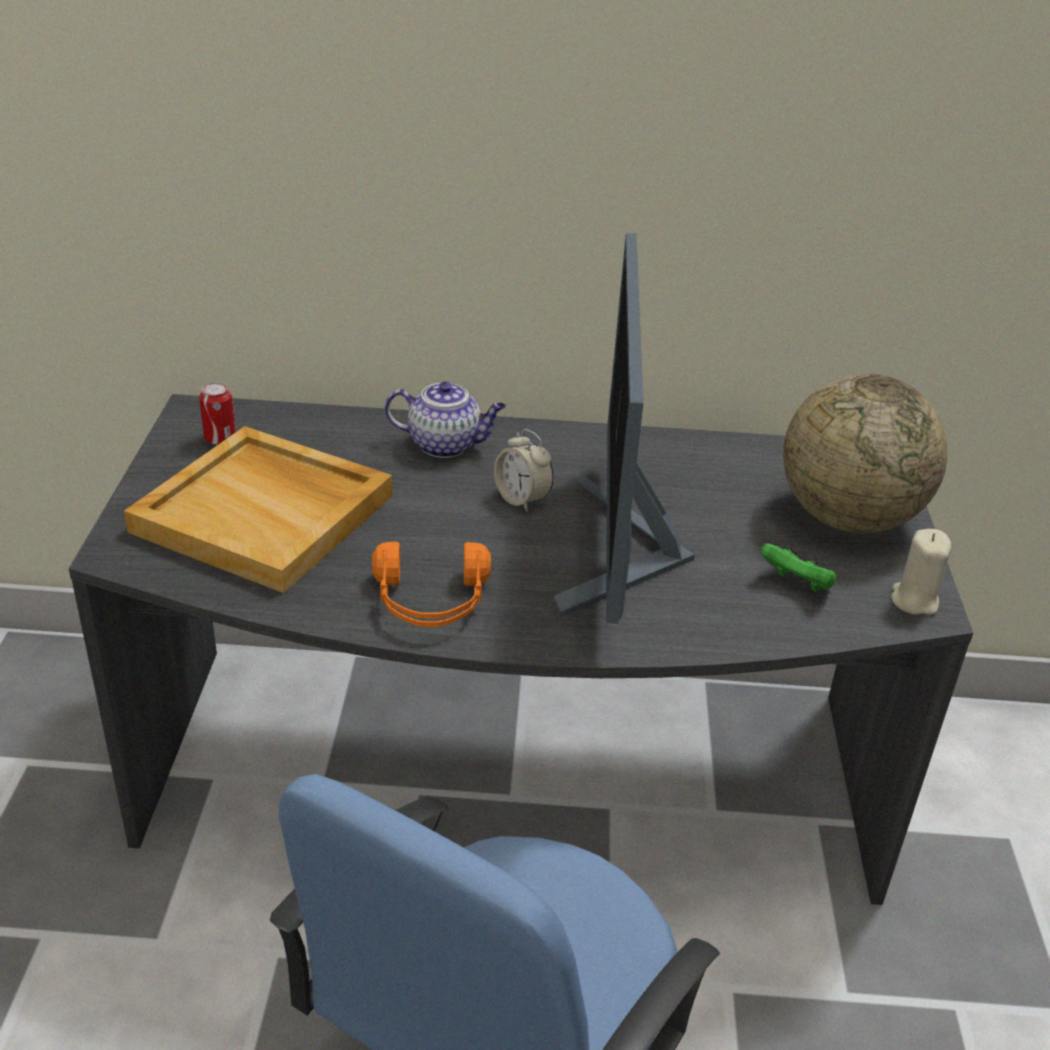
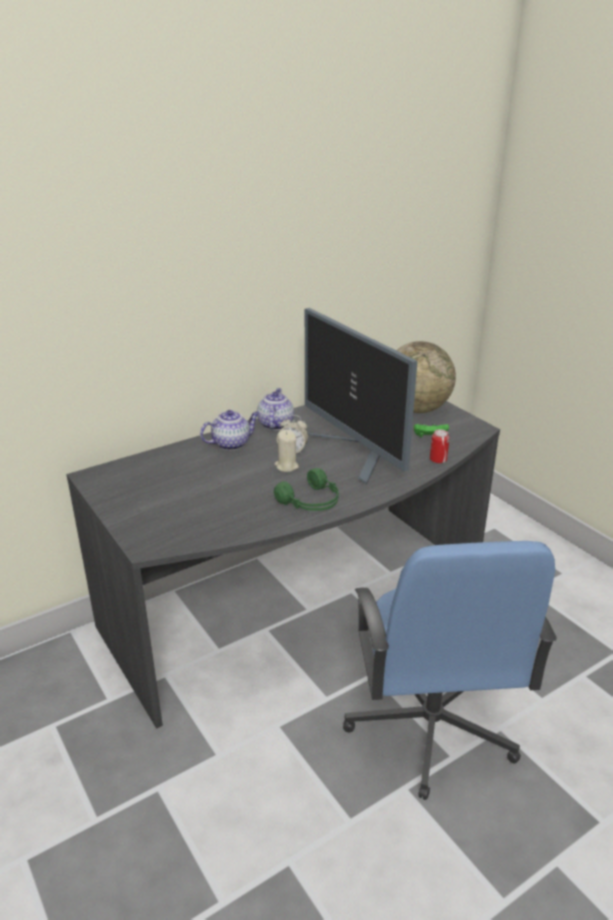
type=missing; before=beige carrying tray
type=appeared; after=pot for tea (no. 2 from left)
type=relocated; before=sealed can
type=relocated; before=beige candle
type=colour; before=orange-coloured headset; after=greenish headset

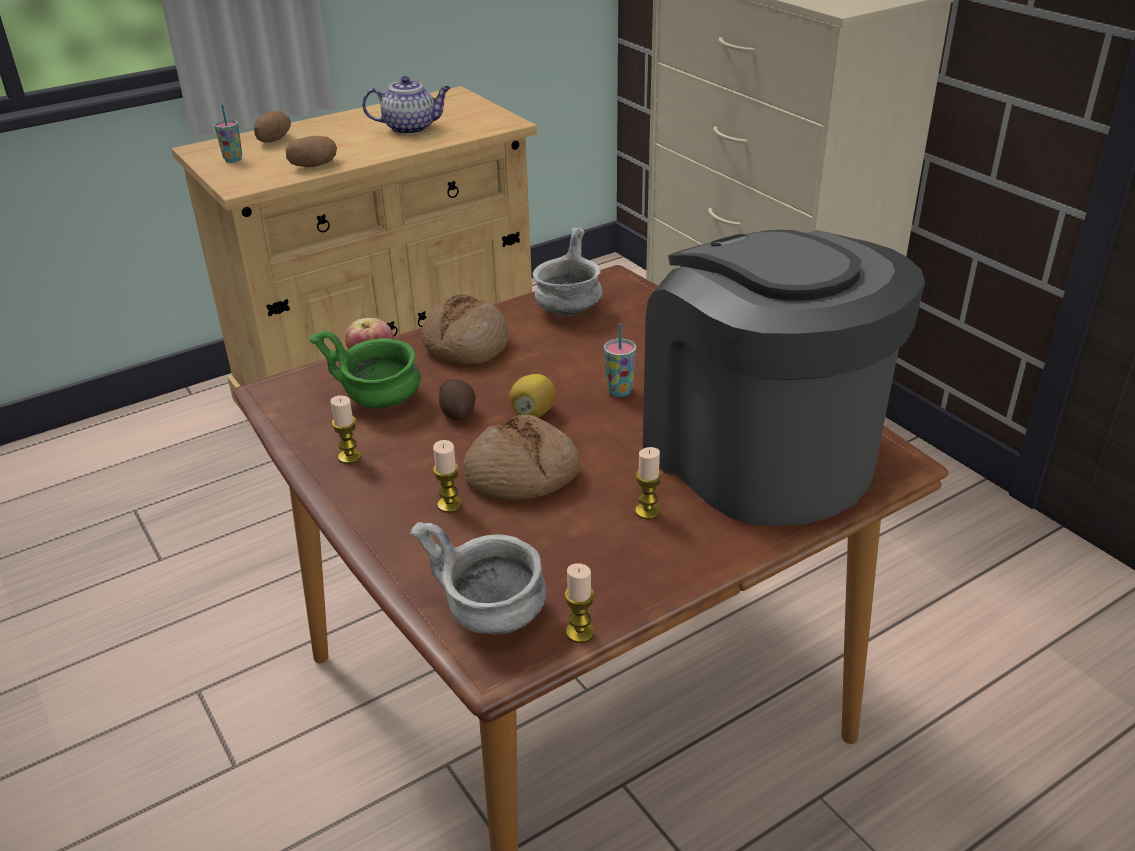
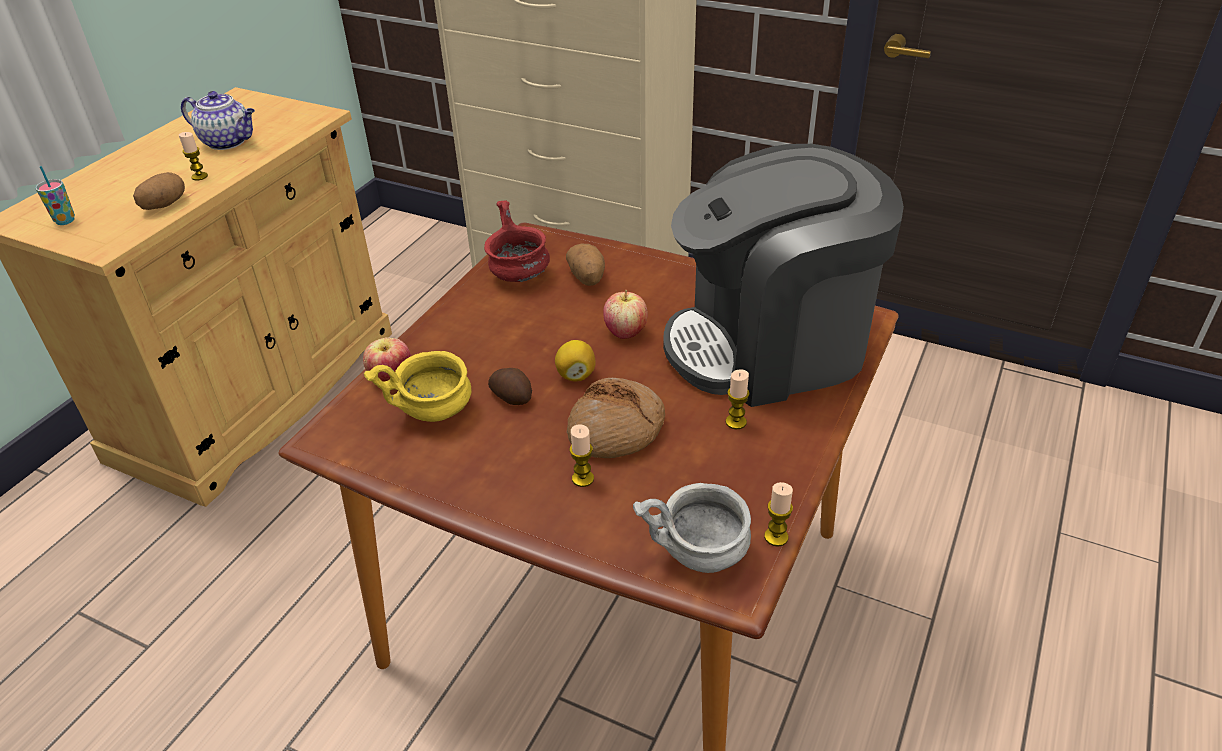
type=missing; before=bread (no. 1 from left)
type=relocated; before=whole potato (no. 1 from left in the first image); after=whole potato (no. 3 from left)
type=relocated; before=candle (no. 1 from left)
type=exchanged; before=cup (no. 2 from left); after=apple fruit (no. 2 from left)
type=colour; before=greenish serving bowl; after=yellowish serving bowl
type=colour; before=gray serving bowl (no. 2 from left); after=red serving bowl
type=spun; before=pot for tea; turn=60
type=spun; before=coffee brewer; turn=-45

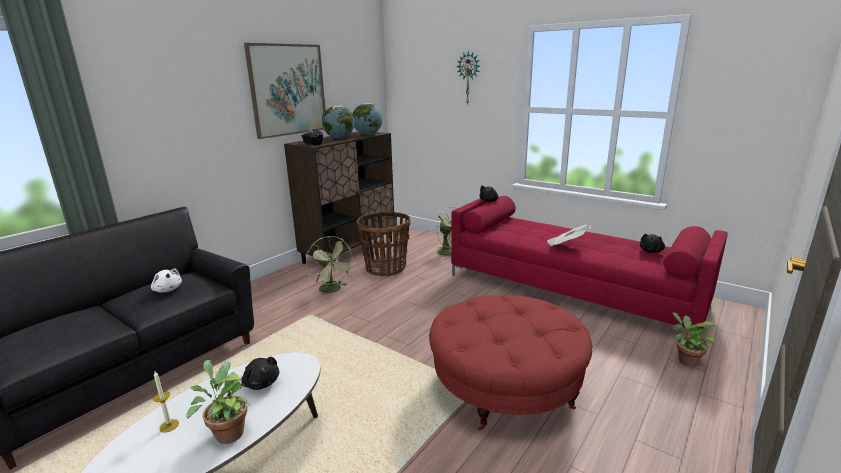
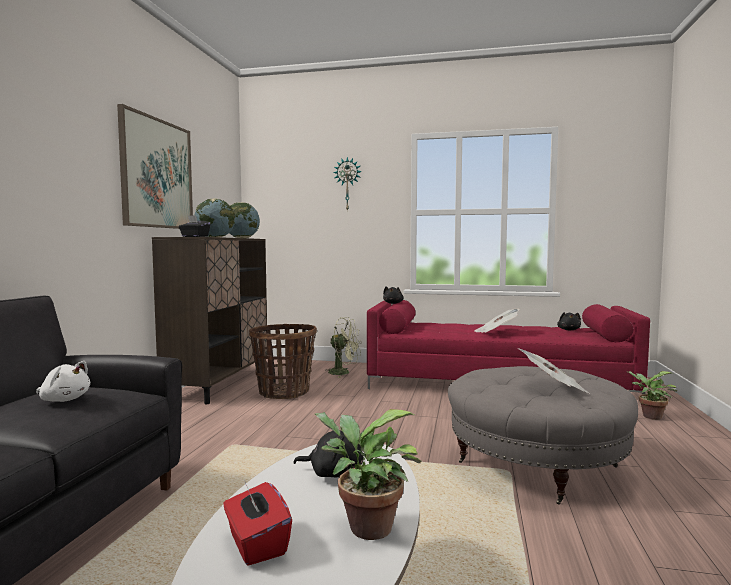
type=missing; before=greenish fan (no. 1 from left)
type=appeared; after=newspaper (no. 2 from left)
type=exchanged; before=candle; after=red tissue box
type=colour; before=red footrest; after=gray footrest

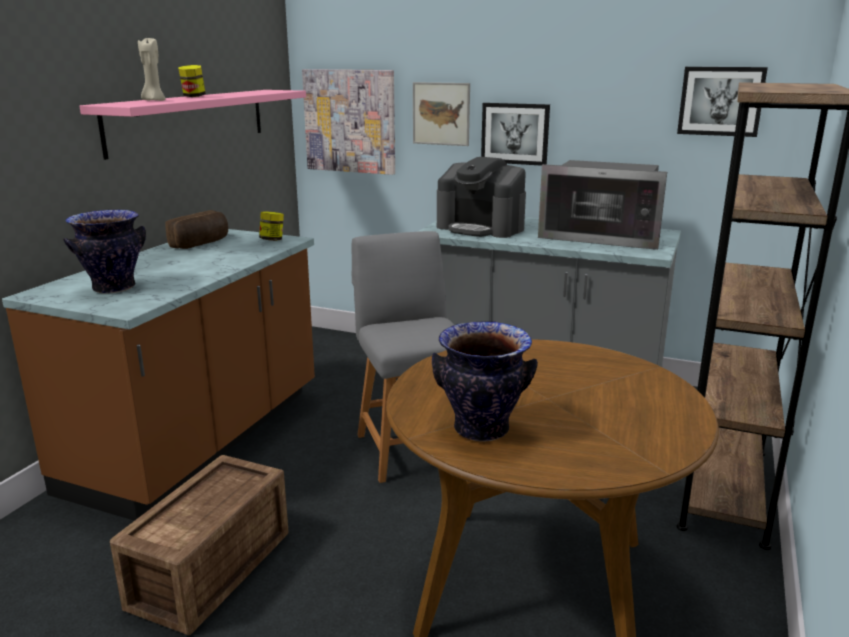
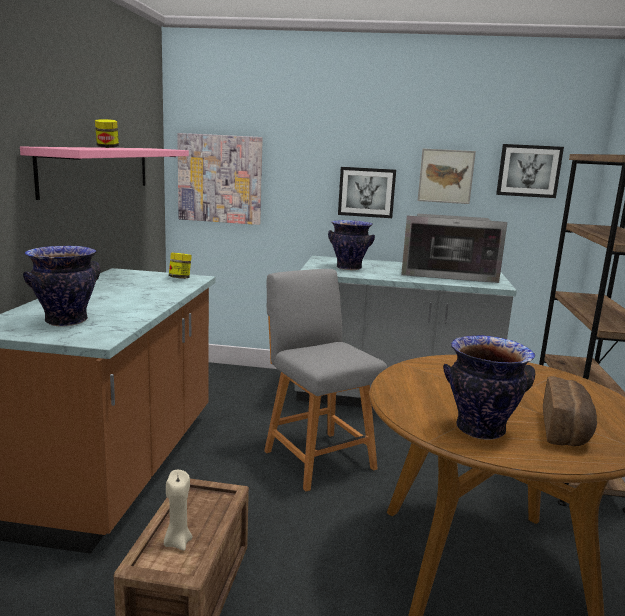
type=relocated; before=beige candle
type=relocated; before=bread
type=relocated; before=wall picture (no. 2 from left in the first image); after=wall picture (no. 3 from left)
type=exchanged; before=coffee brewer; after=flower vase (no. 2 from left)

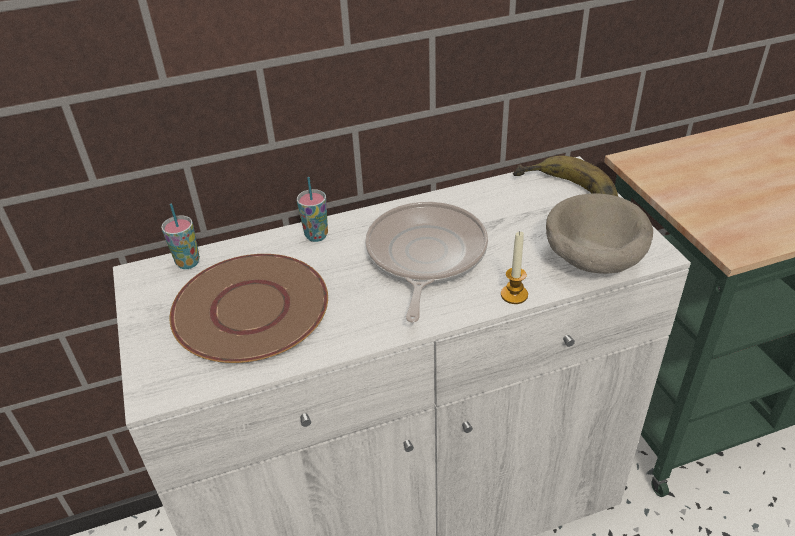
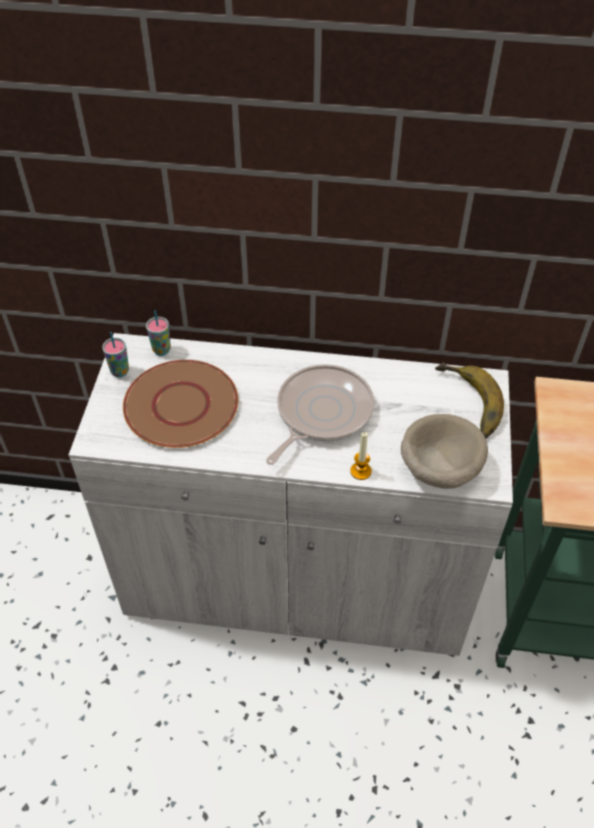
type=relocated; before=cup (no. 2 from left in the first image); after=cup (no. 1 from left)

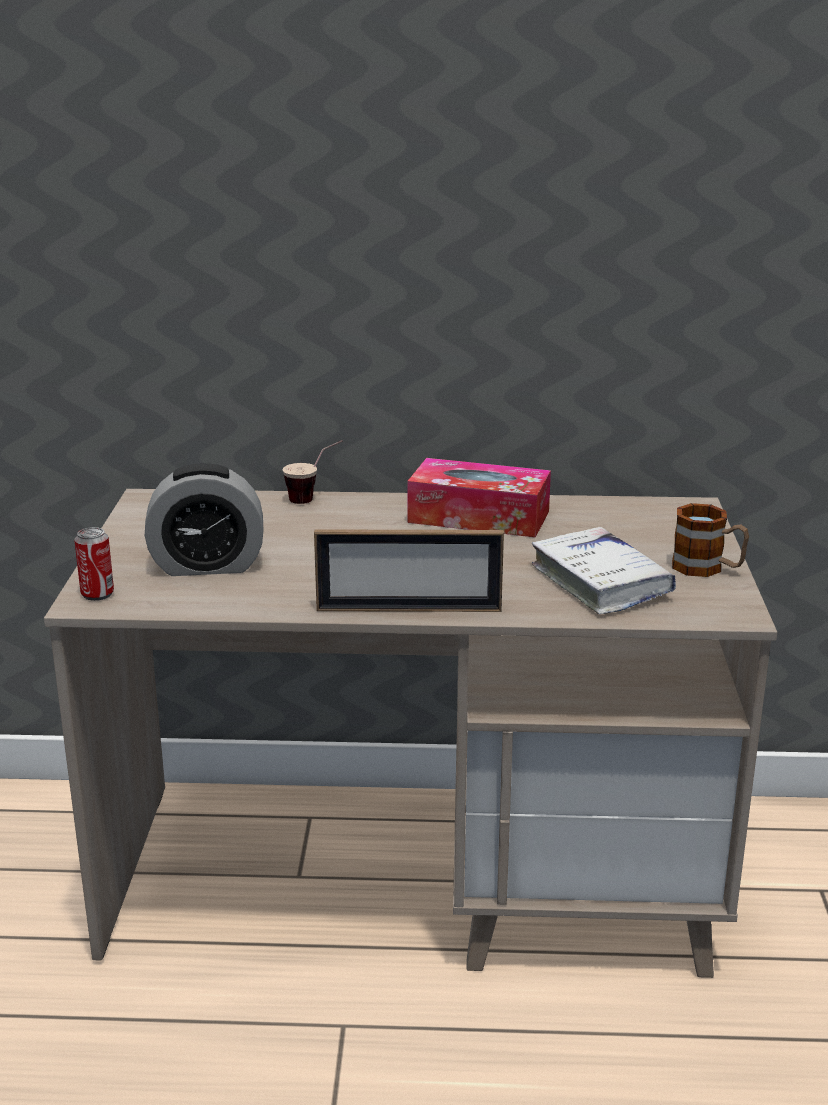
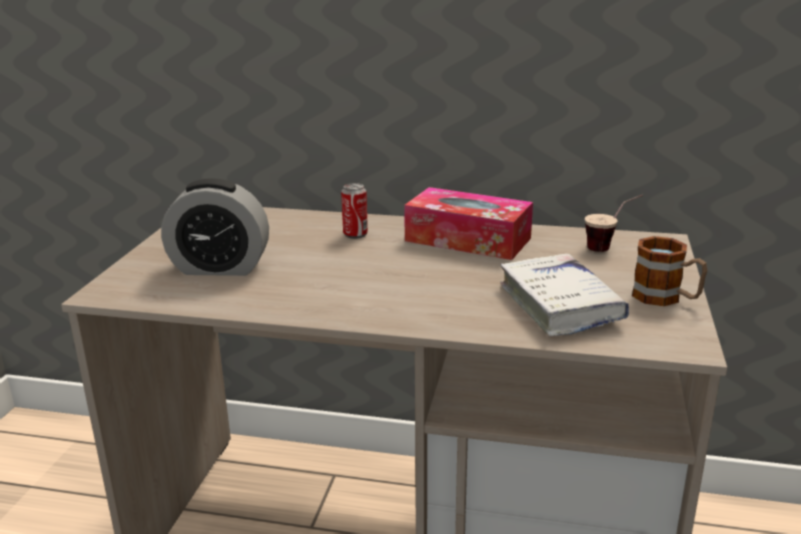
type=missing; before=picture frame
type=relocated; before=sealed can
type=relocated; before=cup

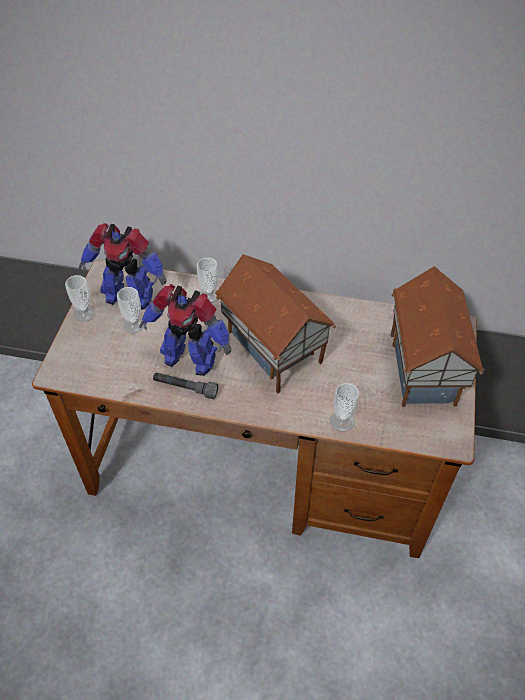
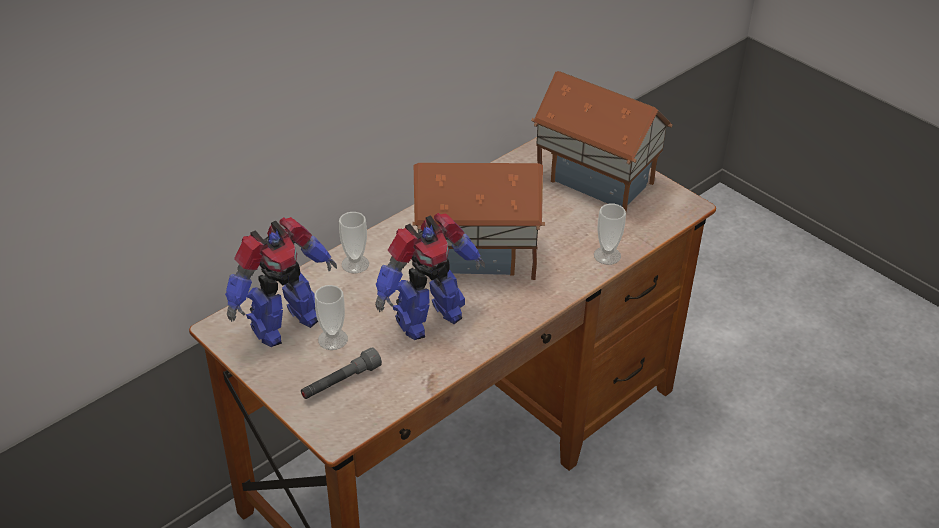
type=missing; before=cup (no. 1 from left)
type=relocated; before=gray flashlight

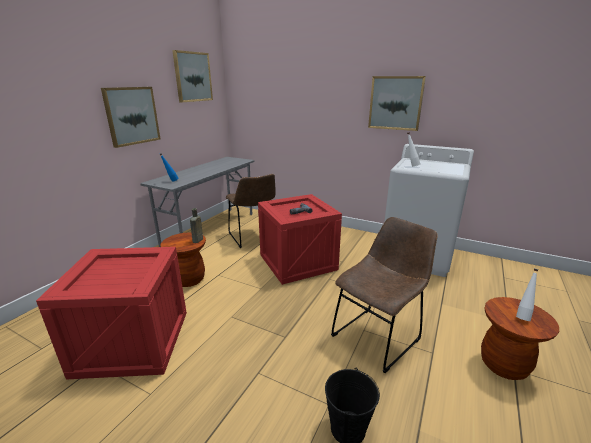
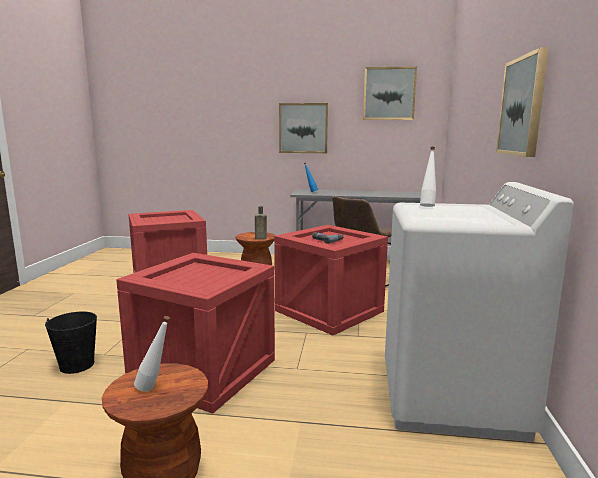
type=exchanged; before=brown-coloured plain chair (no. 2 from left); after=shipping crate (no. 2 from left)

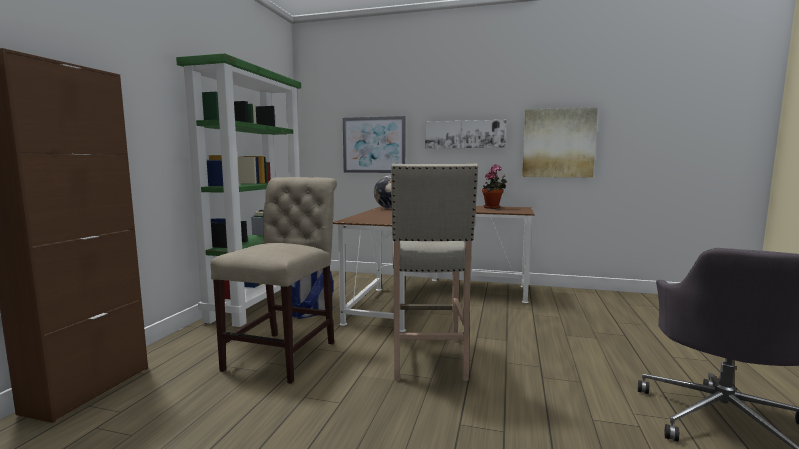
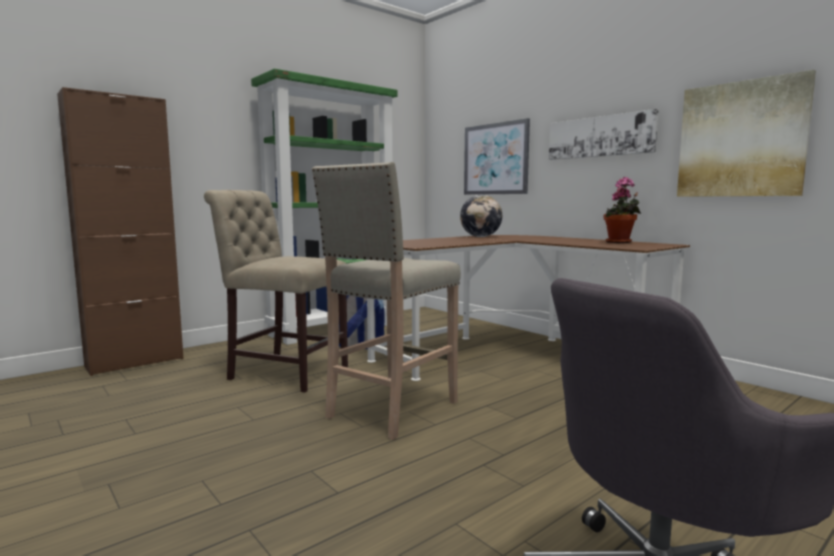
type=spun; before=beige plain chair; turn=-120

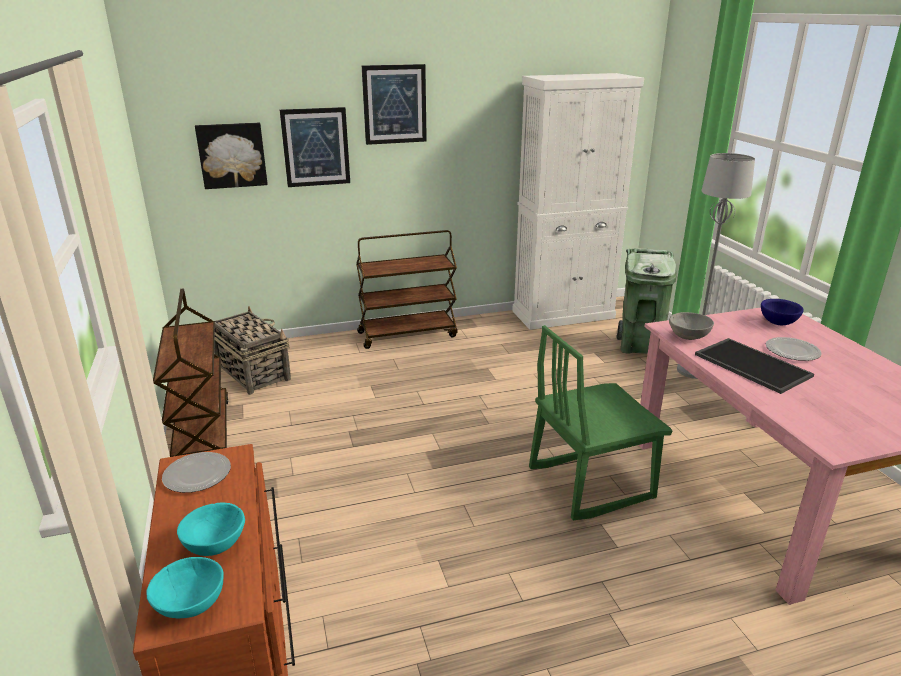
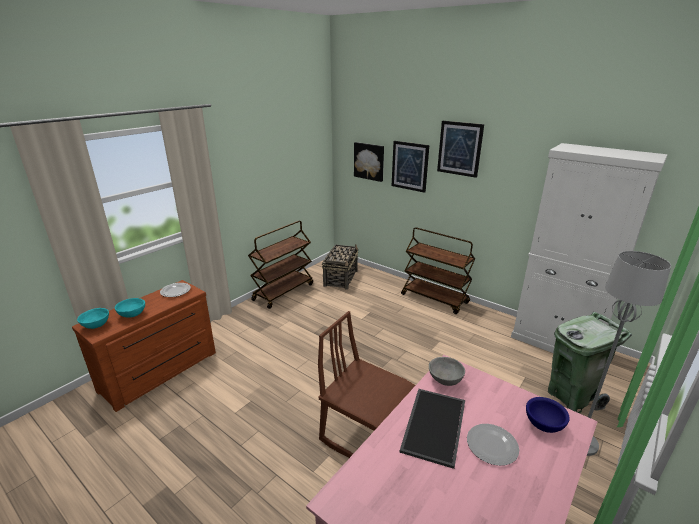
type=colour; before=greenish plain chair; after=brown-coloured plain chair

